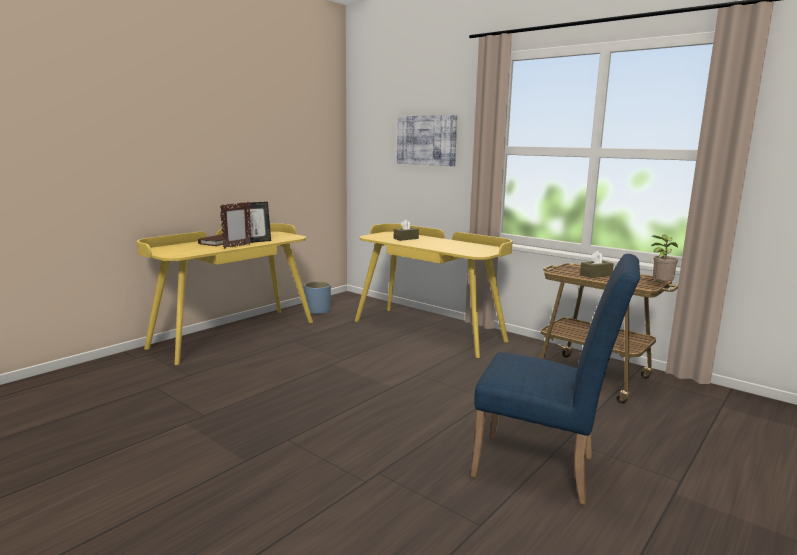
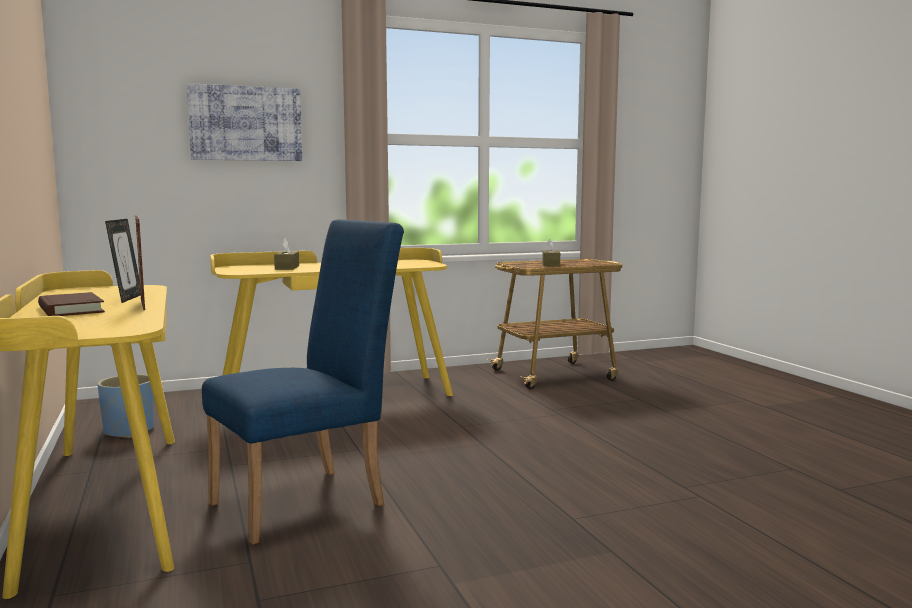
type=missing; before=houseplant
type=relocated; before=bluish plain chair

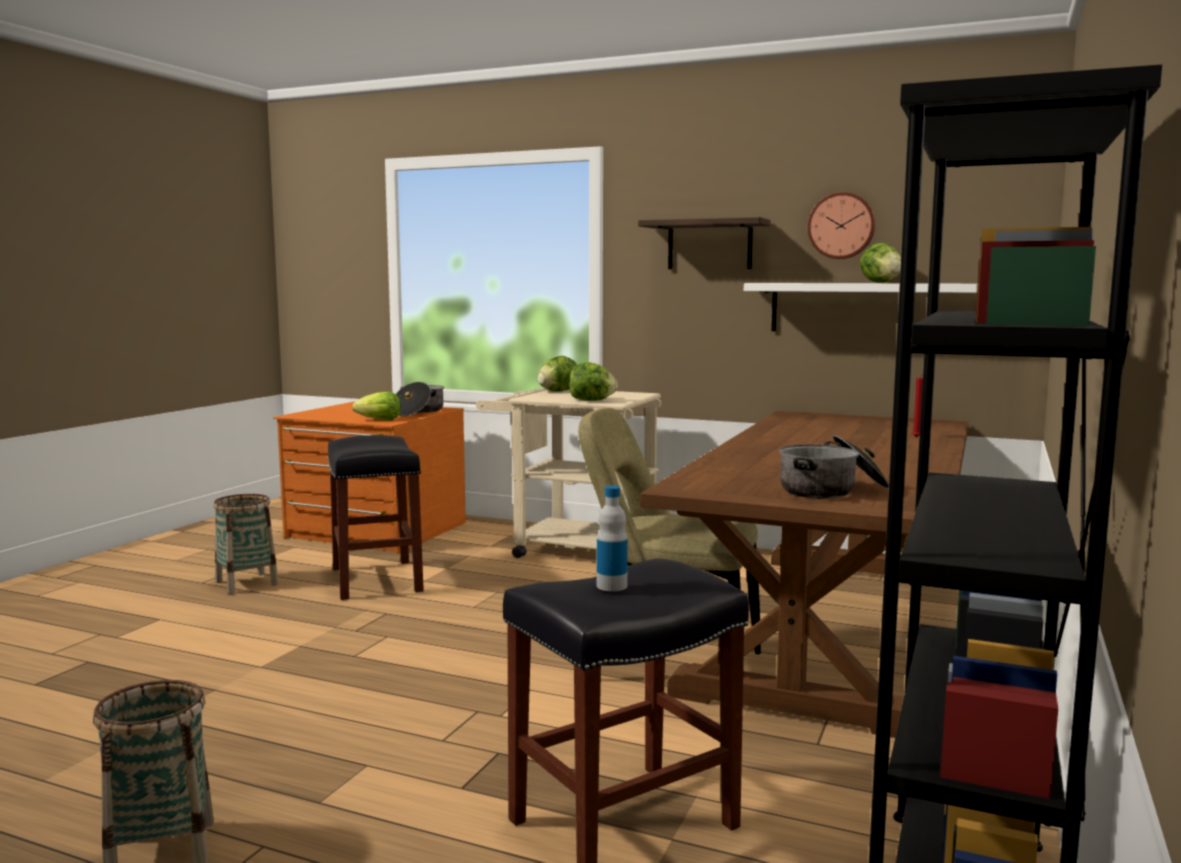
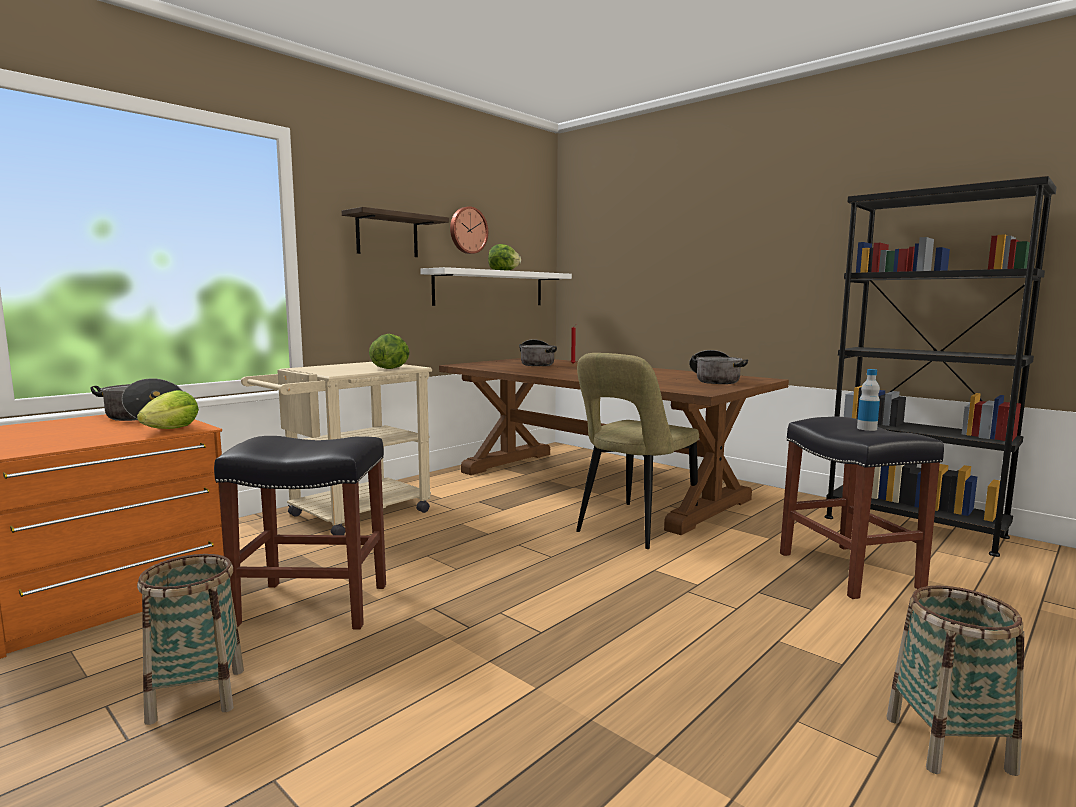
type=missing; before=lettuce (no. 2 from left)
type=appeared; after=cooking pot (no. 2 from left)

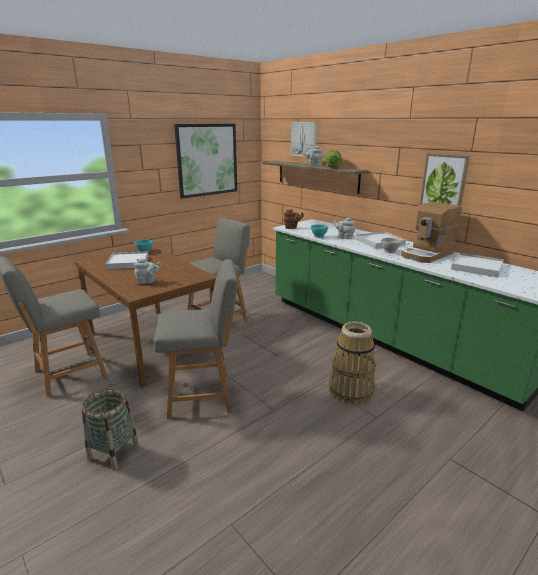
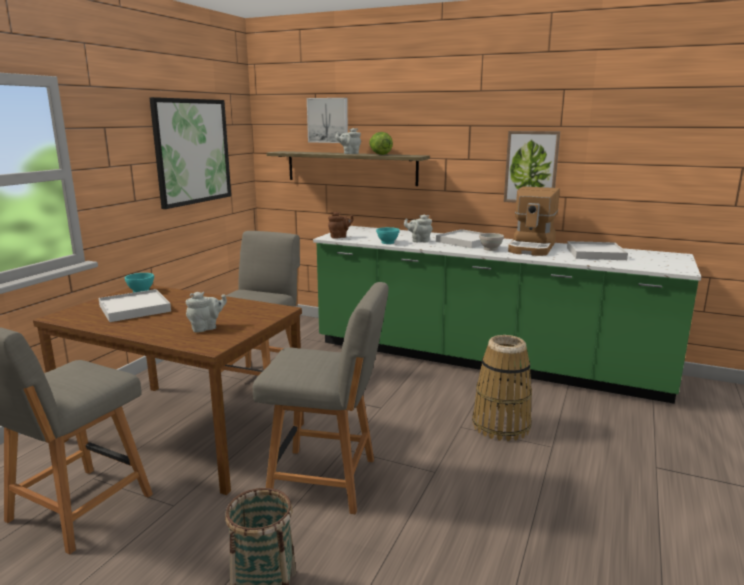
type=spun; before=gray plain chair (no. 2 from left in the first image); turn=45

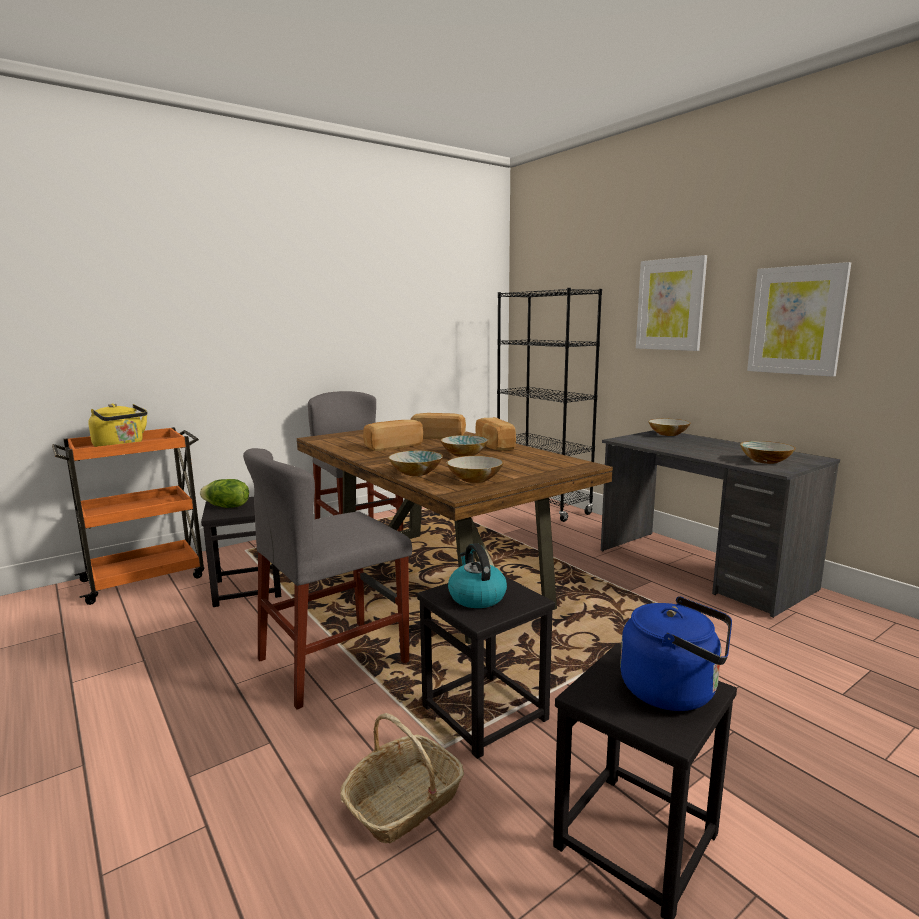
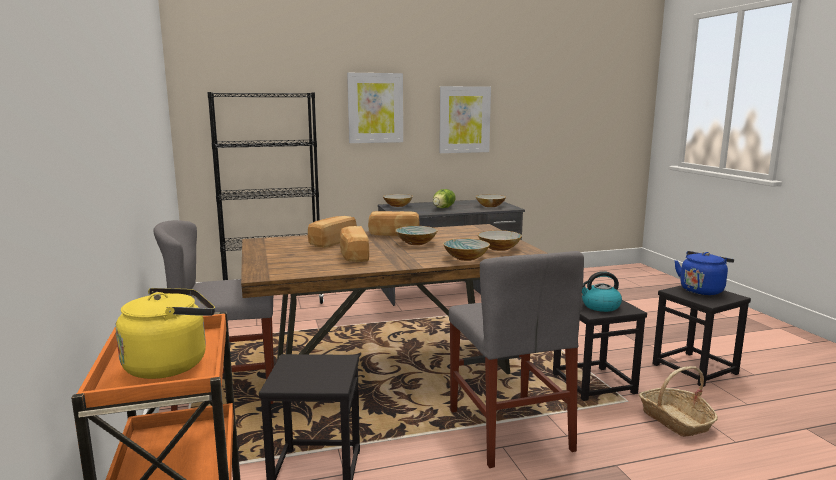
type=relocated; before=lettuce

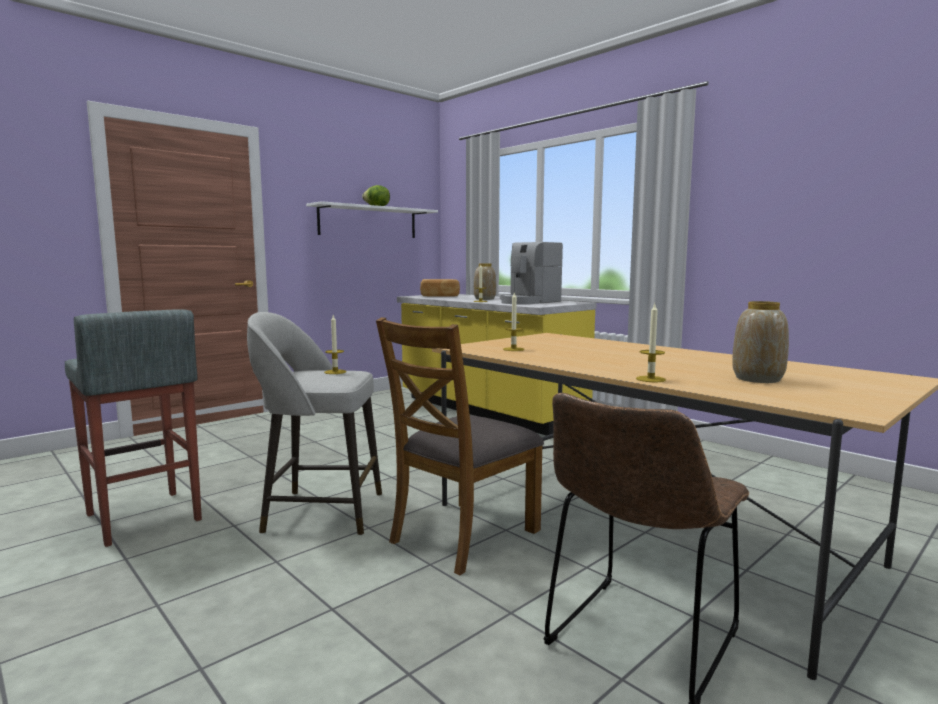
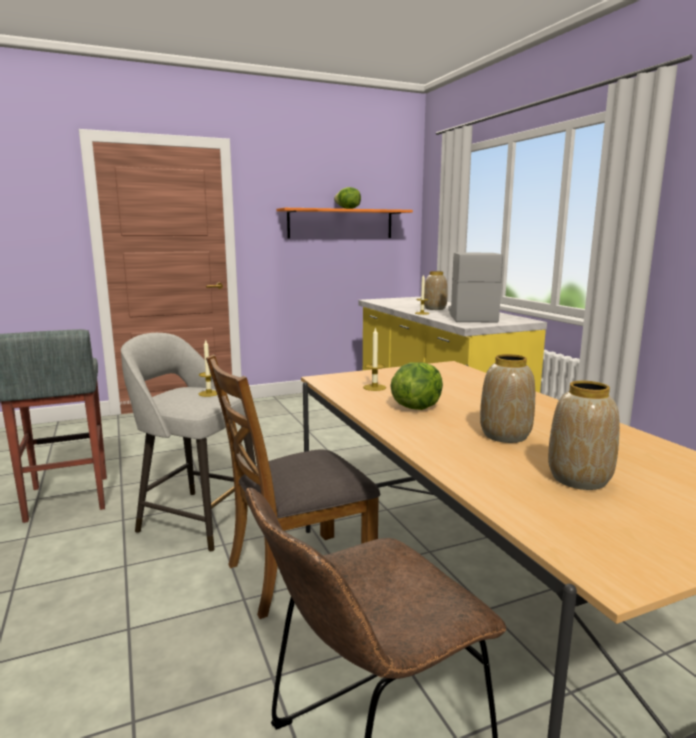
type=missing; before=bread
type=missing; before=candle (no. 4 from left)
type=appeared; after=lettuce (no. 2 from left)
type=appeared; after=flower vase (no. 2 from left)
type=colour; before=white bracket shelf; after=orange-coloured bracket shelf
type=spun; before=coffee brewer; turn=120

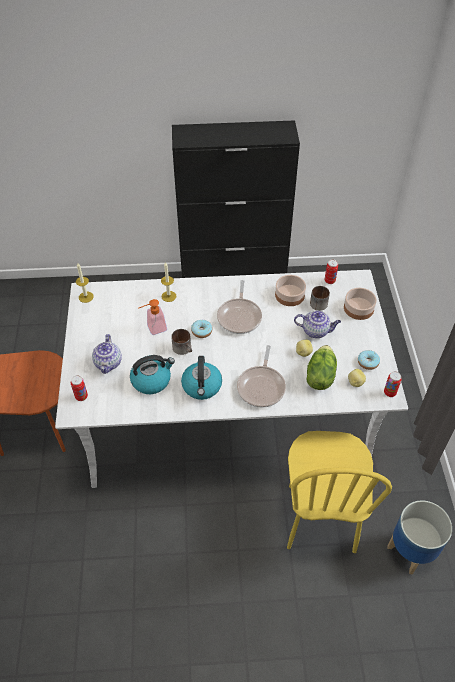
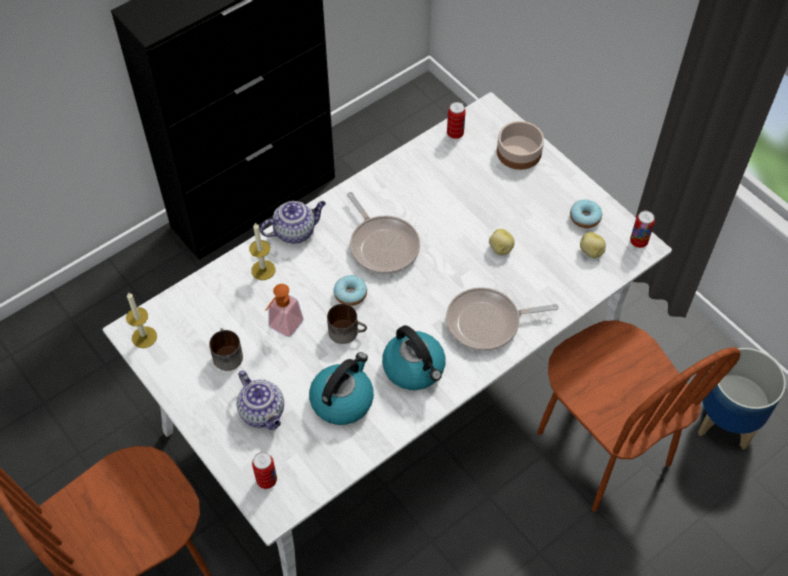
type=missing; before=serving bowl (no. 1 from left)
type=missing; before=lettuce
type=relocated; before=pot for tea (no. 2 from left)
type=relocated; before=mug (no. 2 from left in the first image); after=mug (no. 1 from left)
type=colour; before=yellowish plain chair; after=brown-coloured plain chair (no. 2 from left)
type=spun; before=skillet (no. 2 from left); turn=105

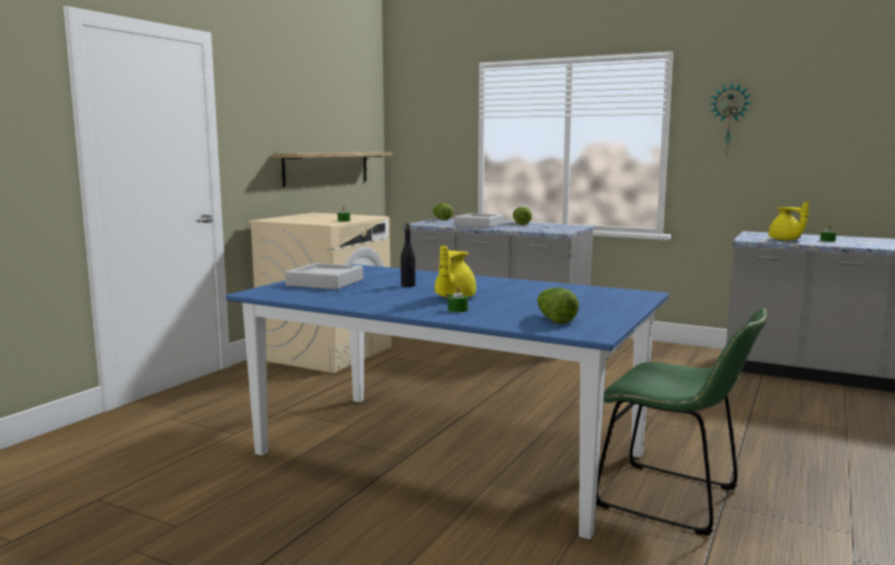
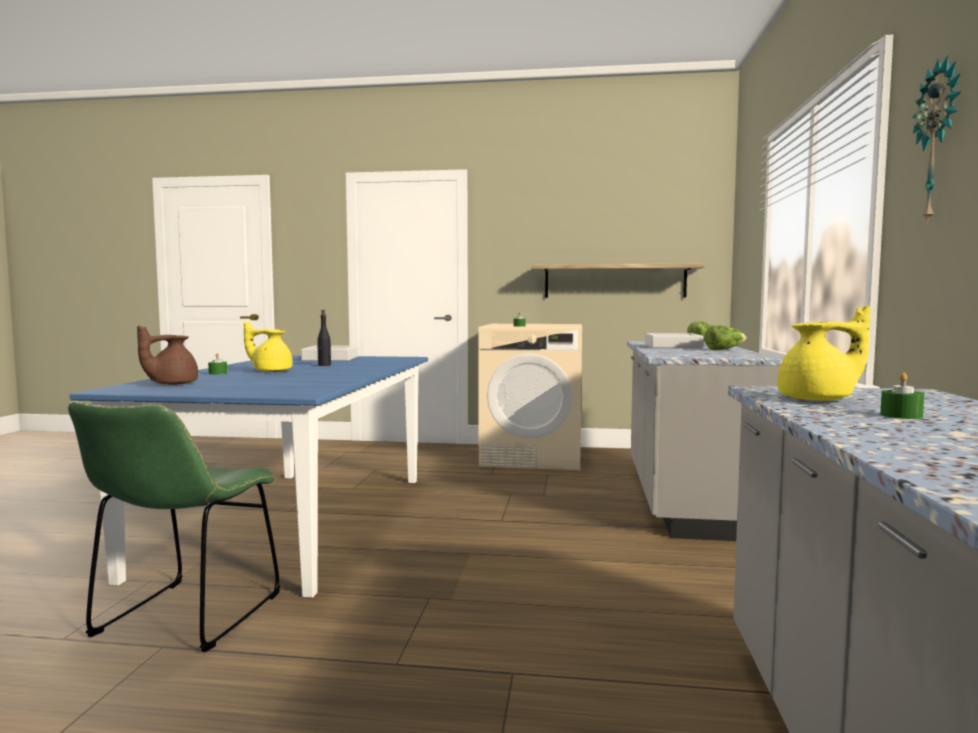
type=exchanged; before=lettuce (no. 3 from left); after=brown-coloured pot for tea
type=spun; before=yellowish pot for tea (no. 2 from left); turn=-135

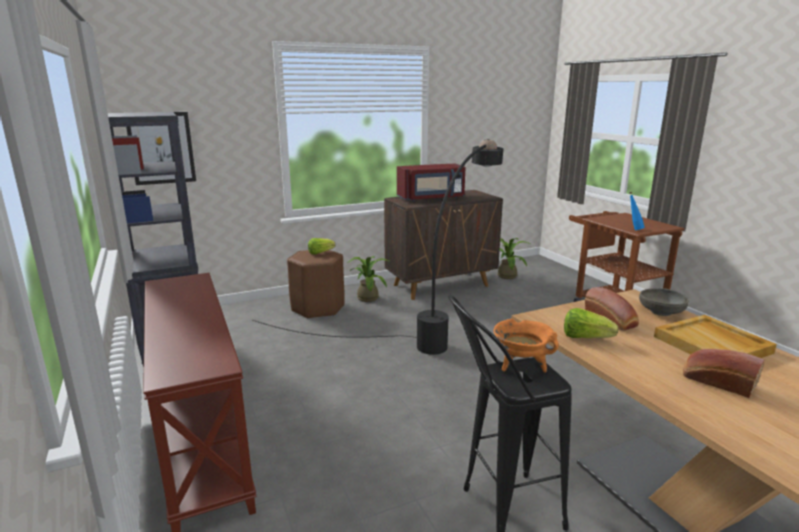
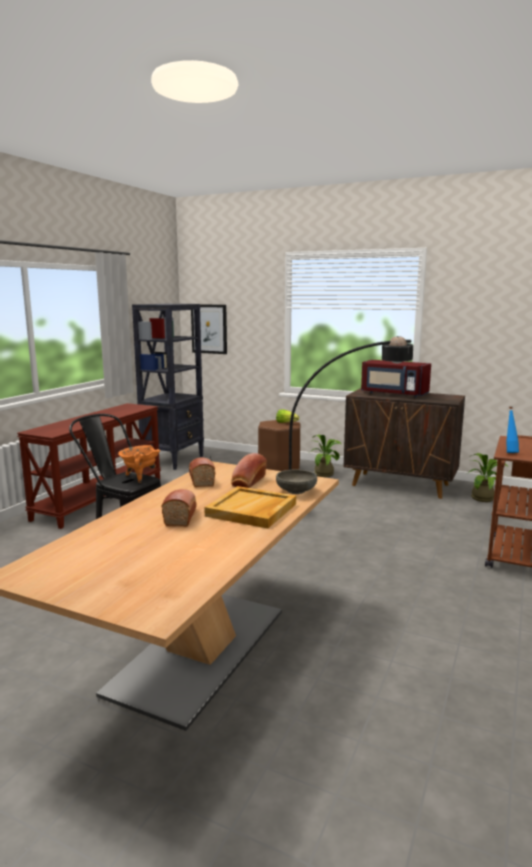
type=exchanged; before=lettuce (no. 2 from left); after=bread (no. 2 from left)

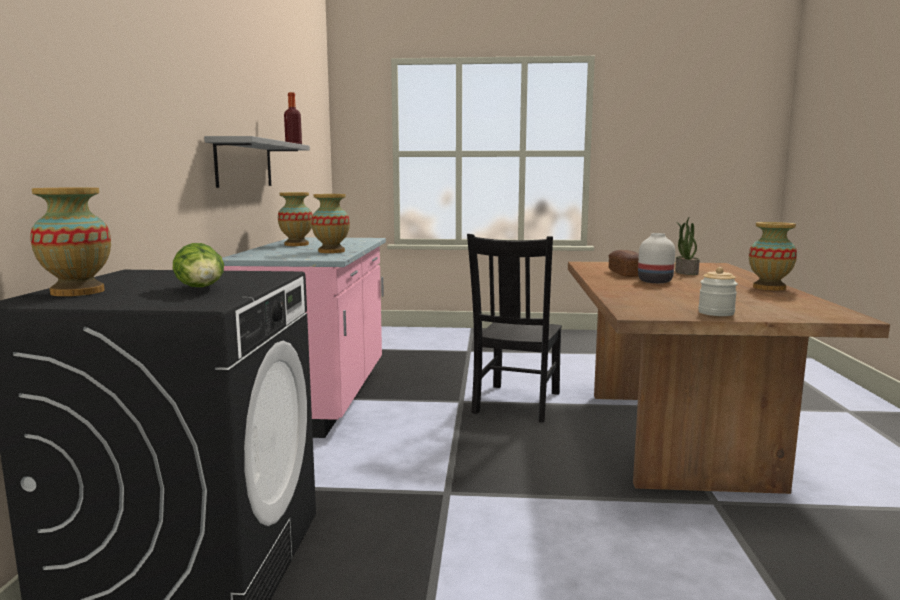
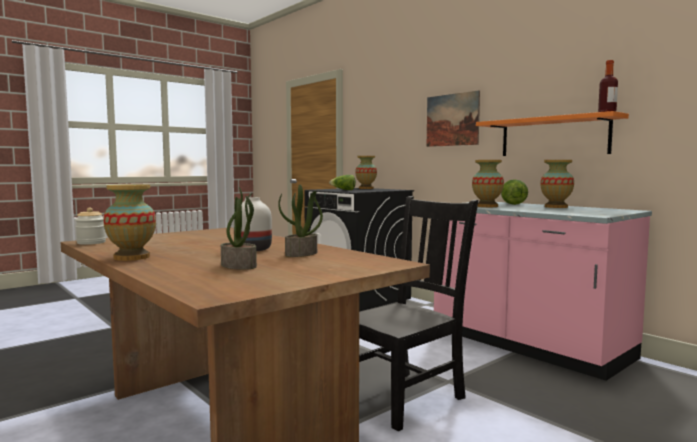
type=appeared; after=wall picture
type=appeared; after=lettuce (no. 2 from left)
type=relocated; before=storage jar
type=exchanged; before=bread; after=houseplant (no. 2 from left)
type=colour; before=gray bracket shelf; after=orange-coloured bracket shelf
type=spun; before=black-coloured plain chair; turn=75

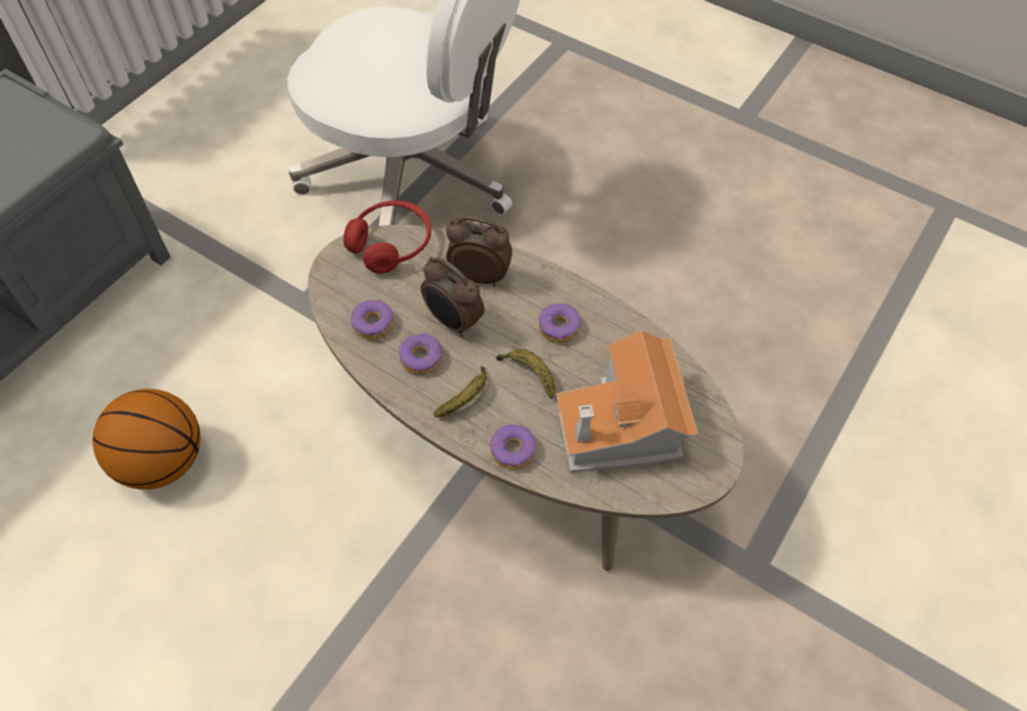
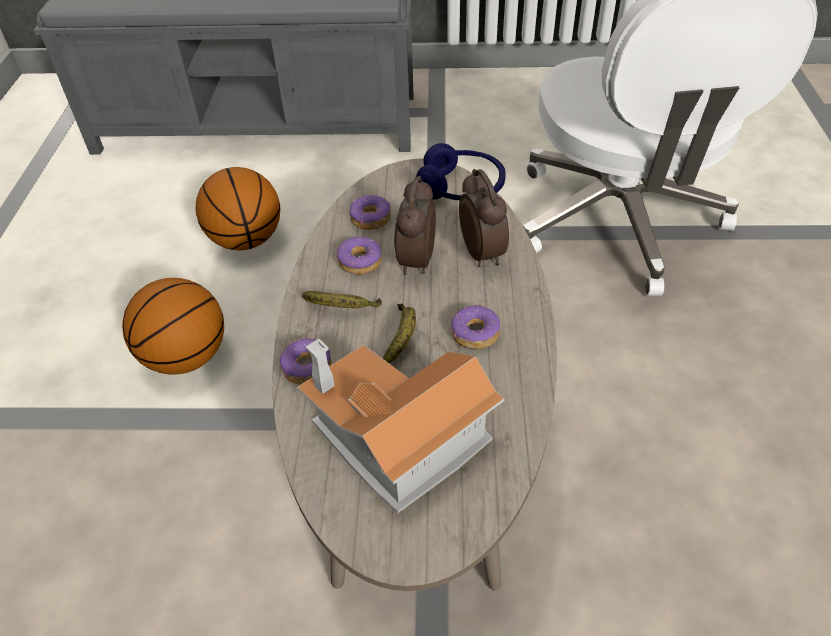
type=appeared; after=basketball (no. 1 from left)
type=colour; before=red headset; after=bluish headset

